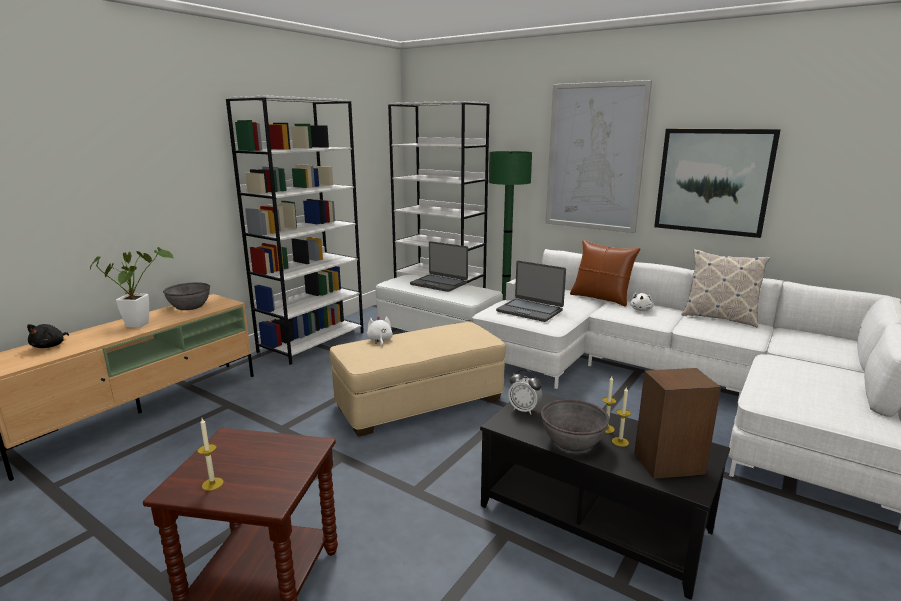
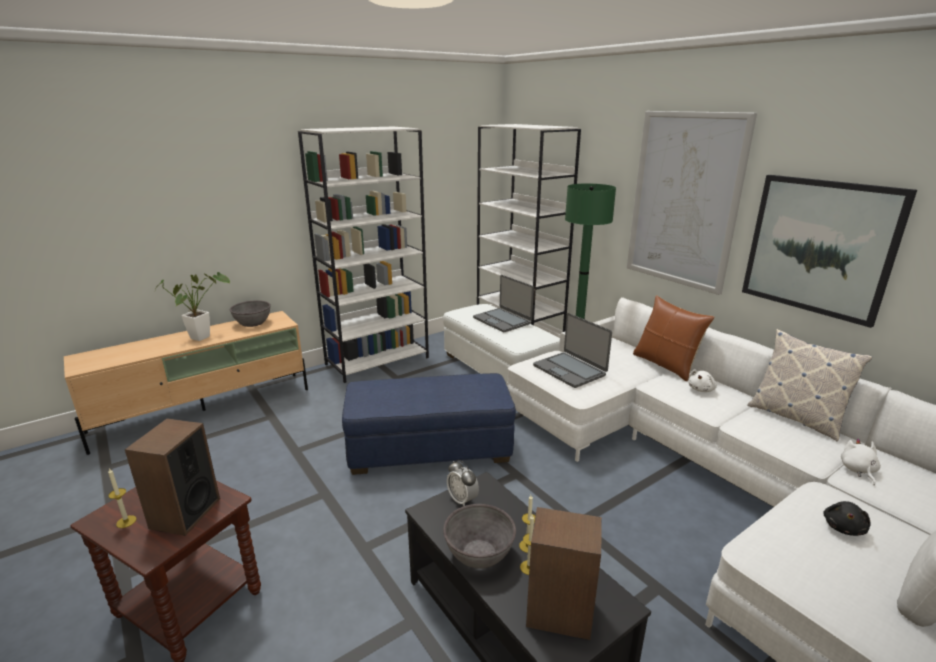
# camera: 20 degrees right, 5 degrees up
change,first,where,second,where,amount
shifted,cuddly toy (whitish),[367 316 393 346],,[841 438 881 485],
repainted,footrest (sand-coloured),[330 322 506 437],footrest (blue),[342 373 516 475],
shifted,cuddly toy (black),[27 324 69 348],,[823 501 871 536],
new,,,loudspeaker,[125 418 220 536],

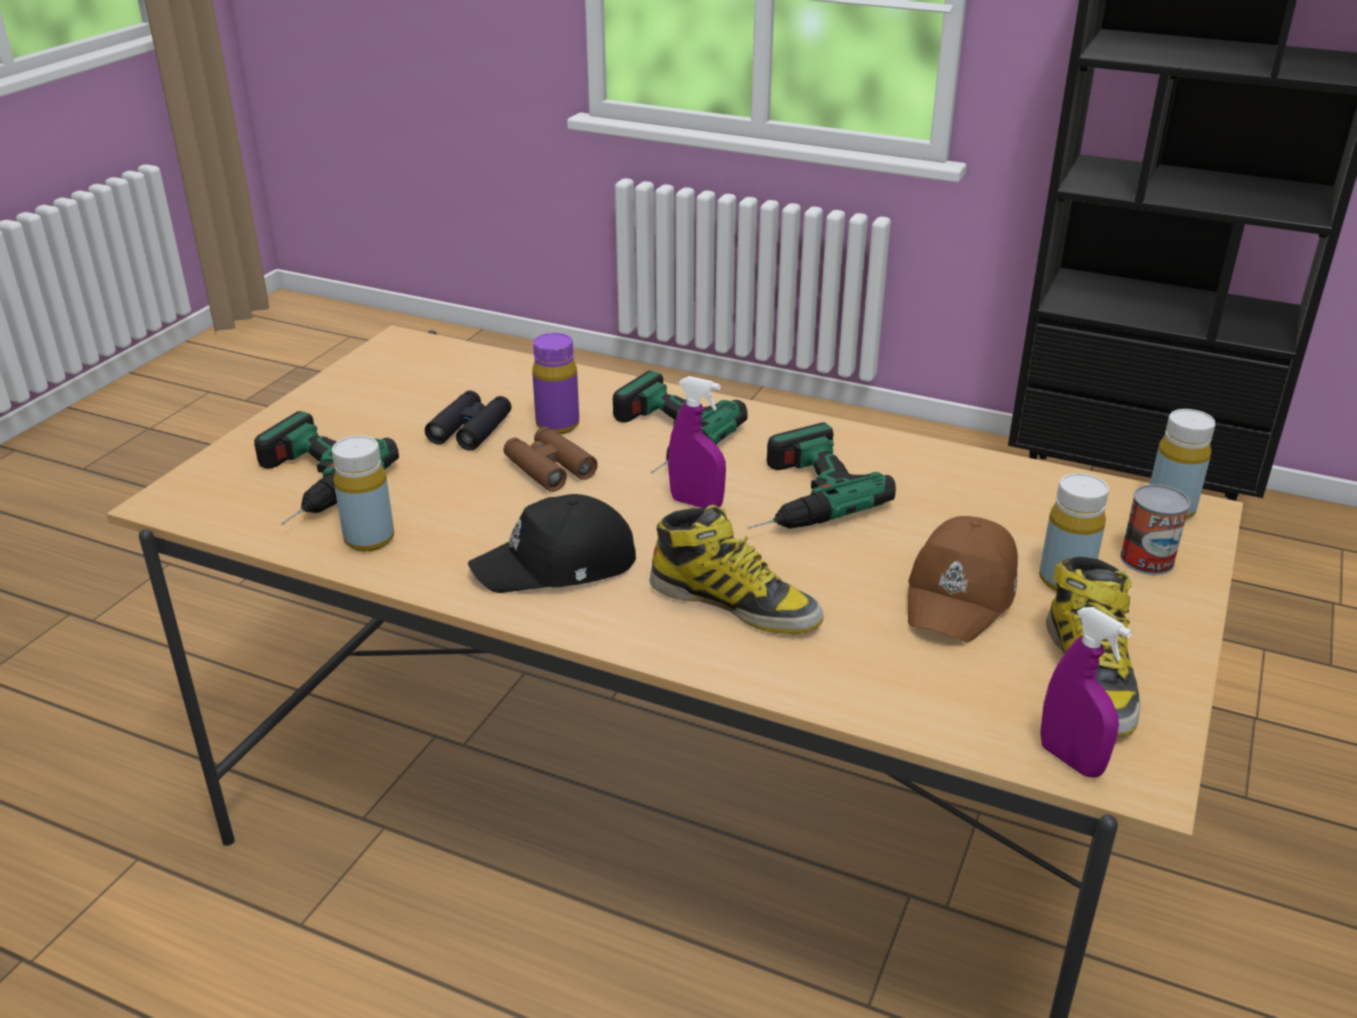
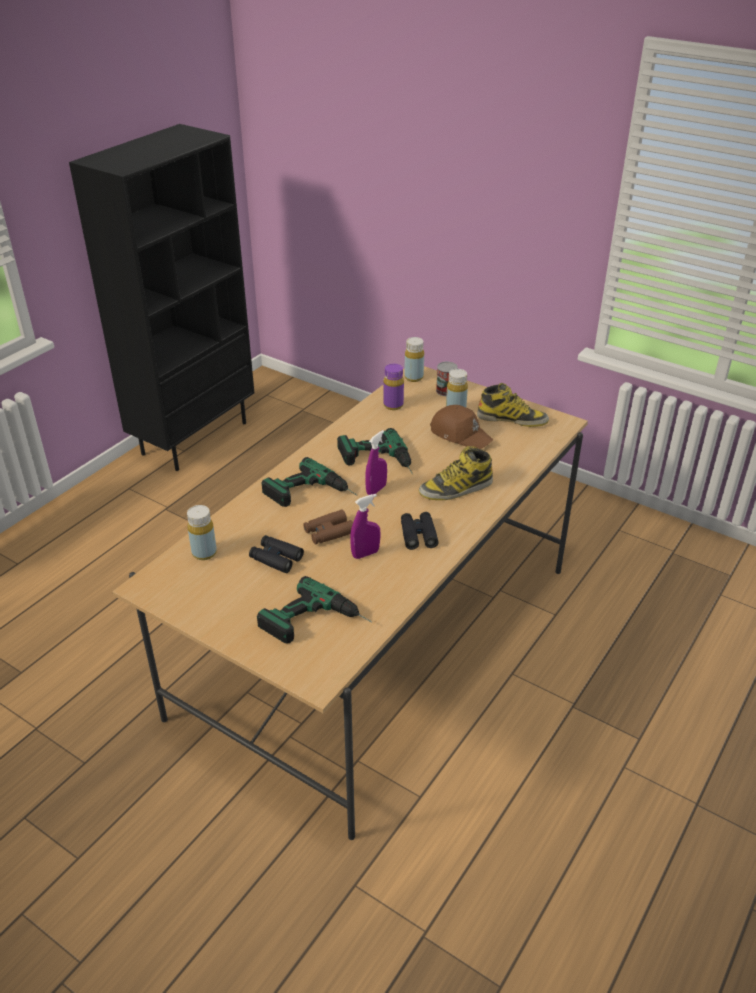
# camera: 80 degrees left, 5 degrees up
change,first,where,second,where,amount
shifted,beverage bottle (purple-coloured),[532 333 579 434],,[383 364 404 410],
shifted,beverage bottle (yellow-coloured),[332 436 394 551],,[187 505 217 560],
swapped,cap (black),[468 494 636 593],binoculars (black),[401 512 439 550],
rotated,boot,[650 504 824 634],,[419 446 493 500],150 degrees counterclockwise
shifted,hand sprayer (purple-coloured),[1040 607 1132 778],,[350 494 381 559],

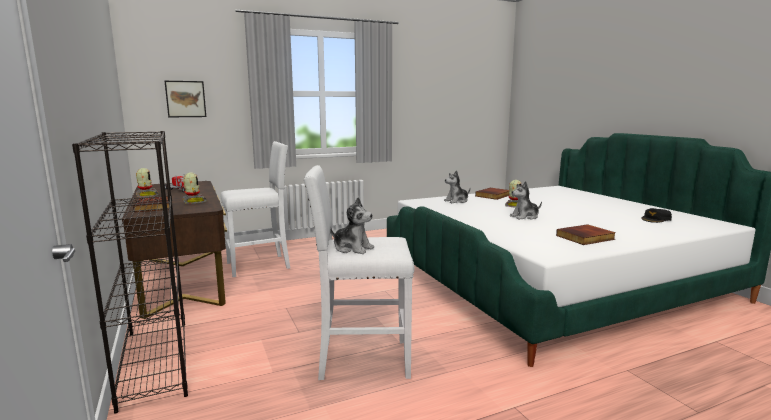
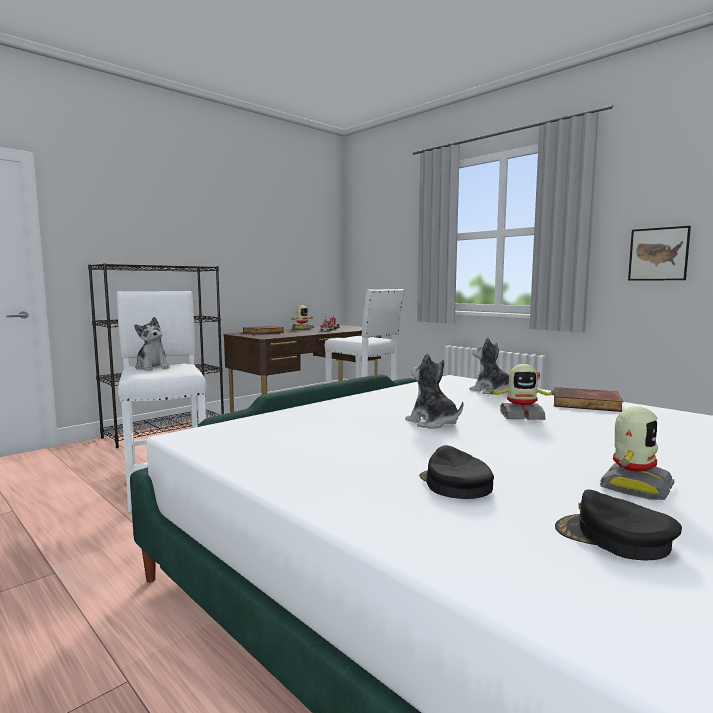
# camera: 70 degrees right, 5 degrees down
change,first,where,second,where,amount
shifted,picture,[165 81 206 117],,[628 226 691 281],
shifted,robot figure,[182 172 207 204],,[599 406 675 500],
rotated,cuddly toy,[330 197 374 254],,[134 317 170 371],45 degrees counterclockwise
gone,volume,[556 224 616 245],,,
new,,,cap (black),[419 445 494 499],

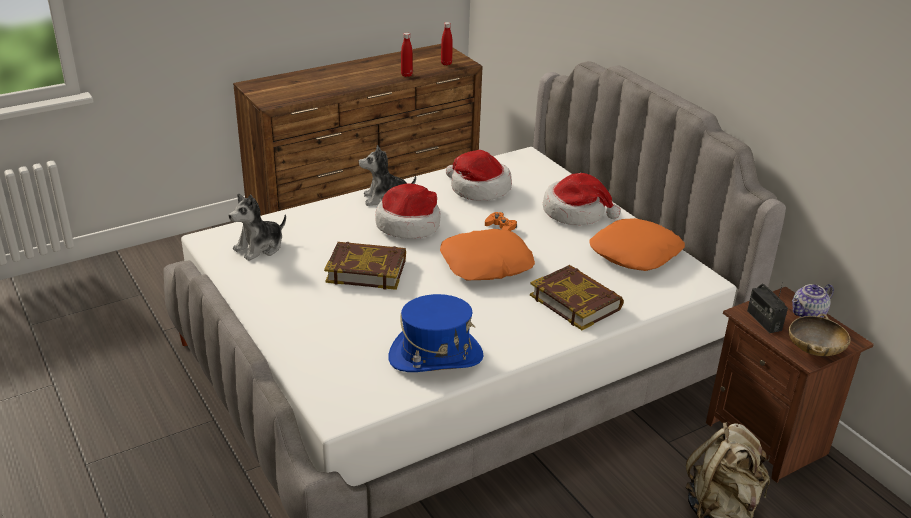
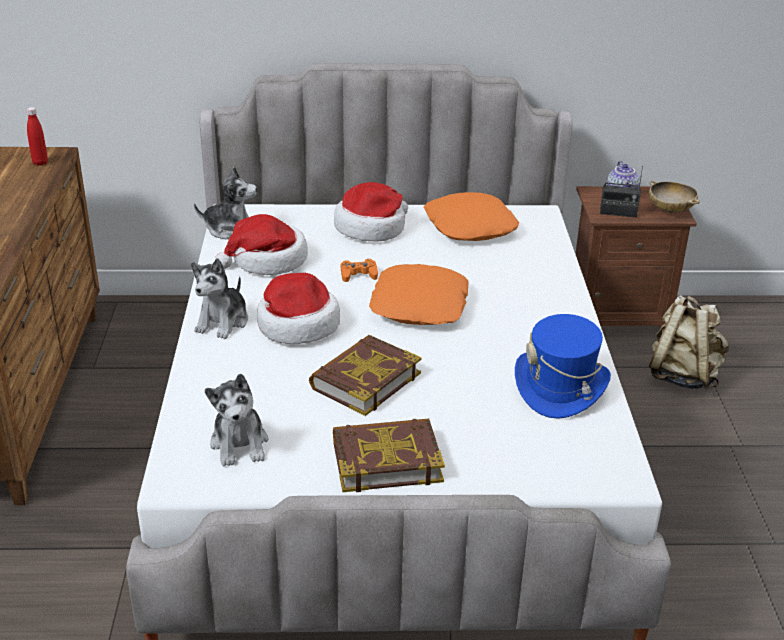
# camera: 60 degrees left, 0 degrees up
change,first,where,second,where,amount
gone,beverage bottle (reddish),[401 33 413 77],,,
shifted,volume,[530 265 624 330],,[333 419 445 492],
new,,,cuddly toy,[194 167 257 240],

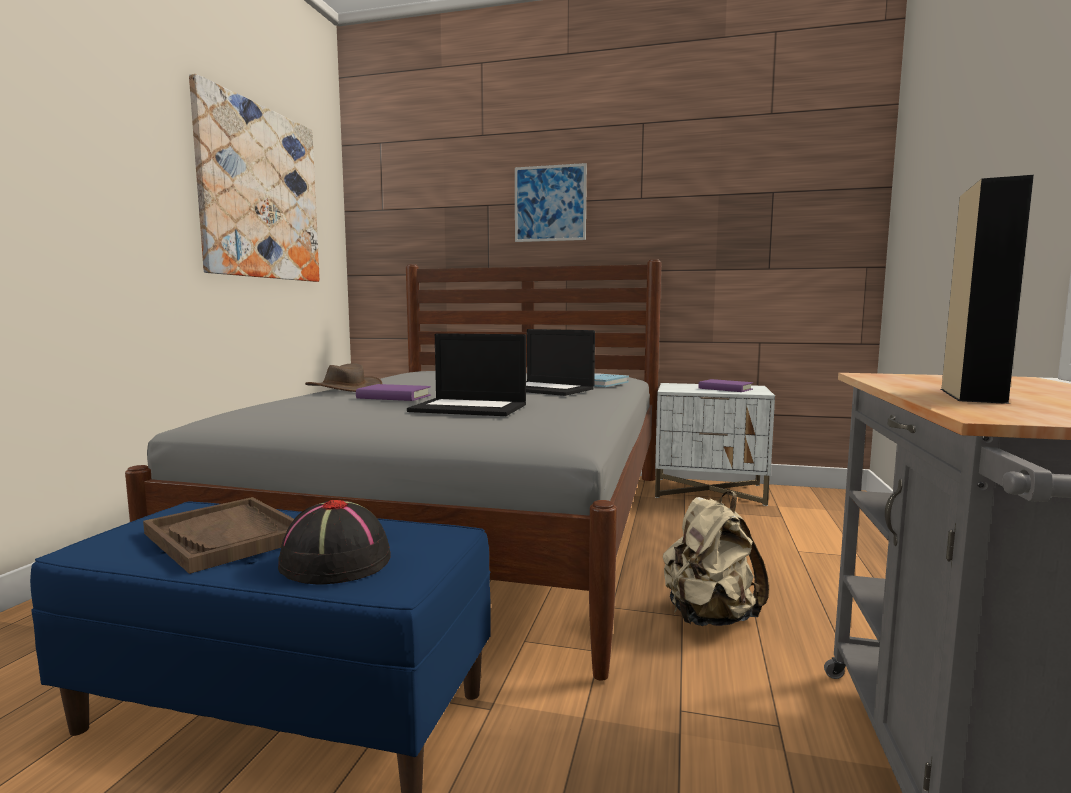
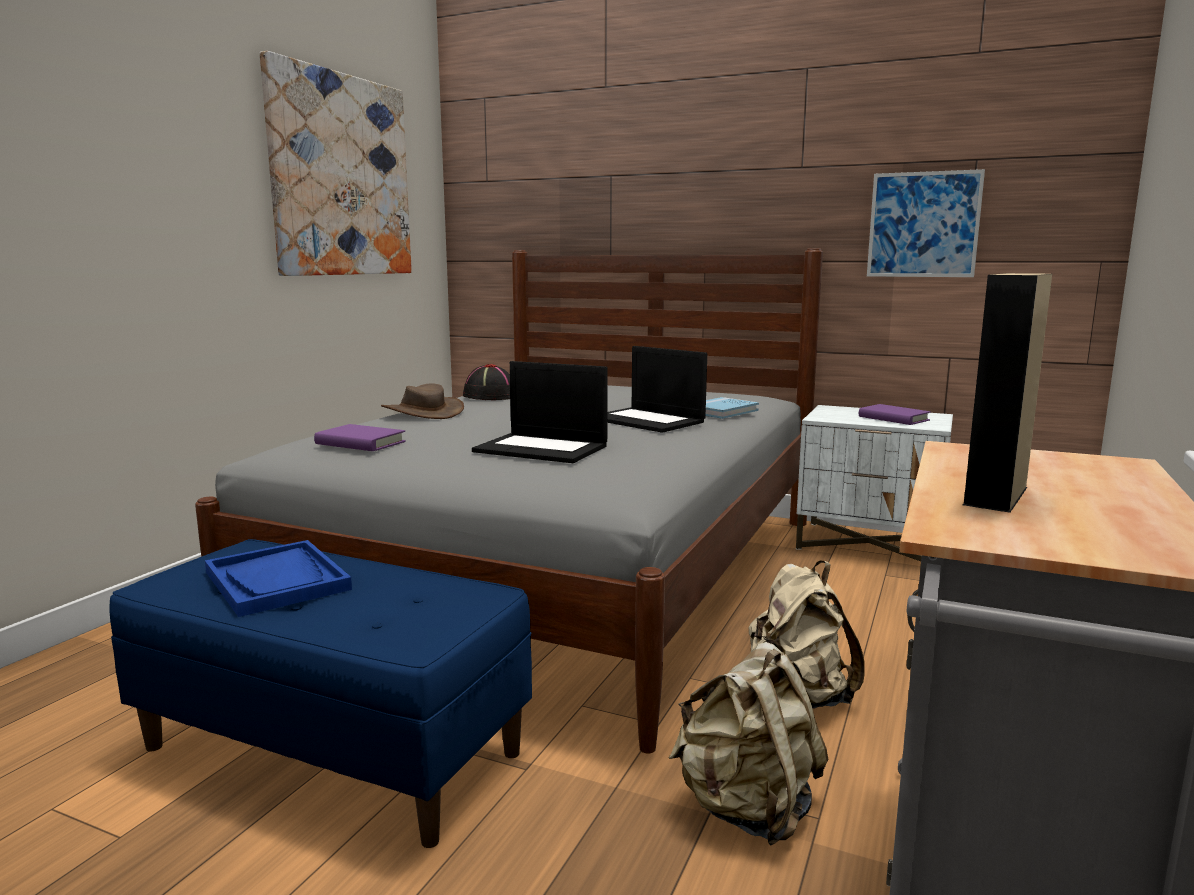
# camera: 10 degrees right, 5 degrees up
change,first,where,second,where,amount
shifted,picture,[515 163 587 242],,[867 169 985 277],
shifted,volume (purple-coloured),[356 384 431 401],,[314 424 406 451],
repainted,tray (brown),[143 497 294 574],tray (blue),[205 540 352 617],
shifted,hat (black),[278 500 391 584],,[463 364 510 400],
new,,,rucksack (sand-coloured),[669 642 828 846],

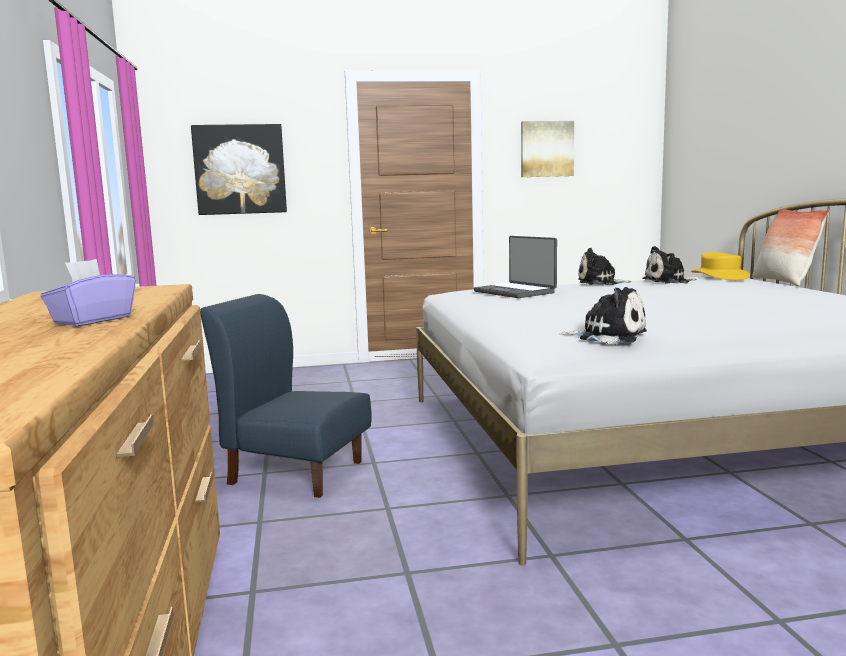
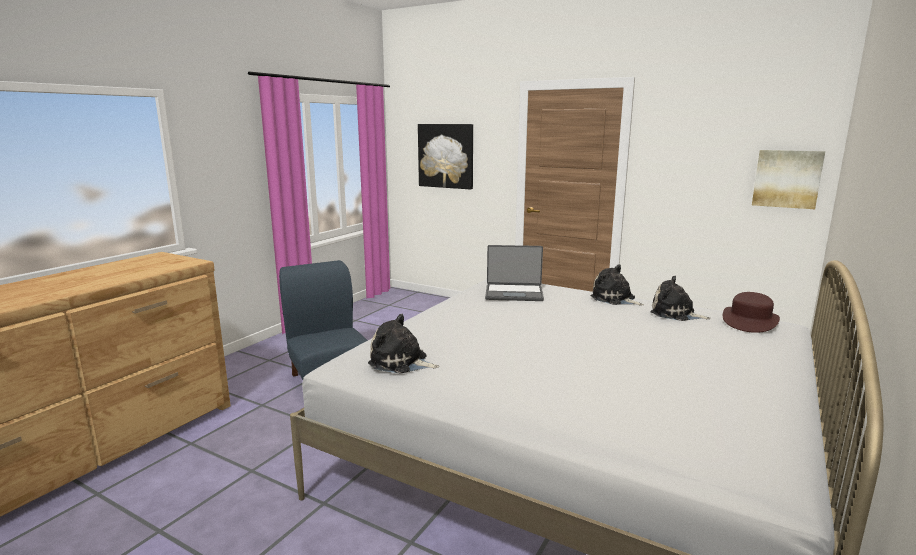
# camera: 40 degrees right, 5 degrees up
change,first,where,second,where,amount
shifted,picture,[521 121 574 177],,[752 150 825 209],
gone,throw pillow,[752 209 829 286],,,
rotated,laptop,[474 236 557 298],,[485 245 544 301],90 degrees counterclockwise
repainted,hat (yellow-coloured),[691 252 750 280],hat (brown),[723 292 780 333],
gone,tissue holder (purple-coloured),[41 259 136 326],,,
rotated,cuddly toy,[559 287 647 344],,[368 314 439 374],135 degrees clockwise

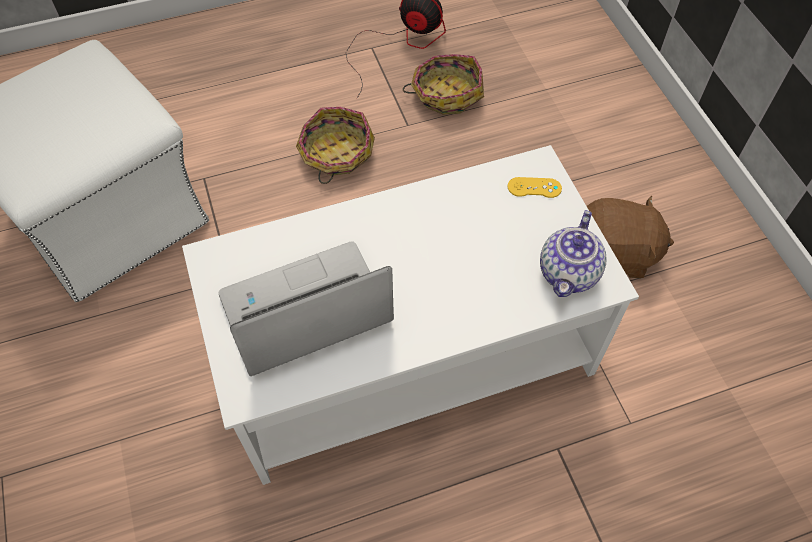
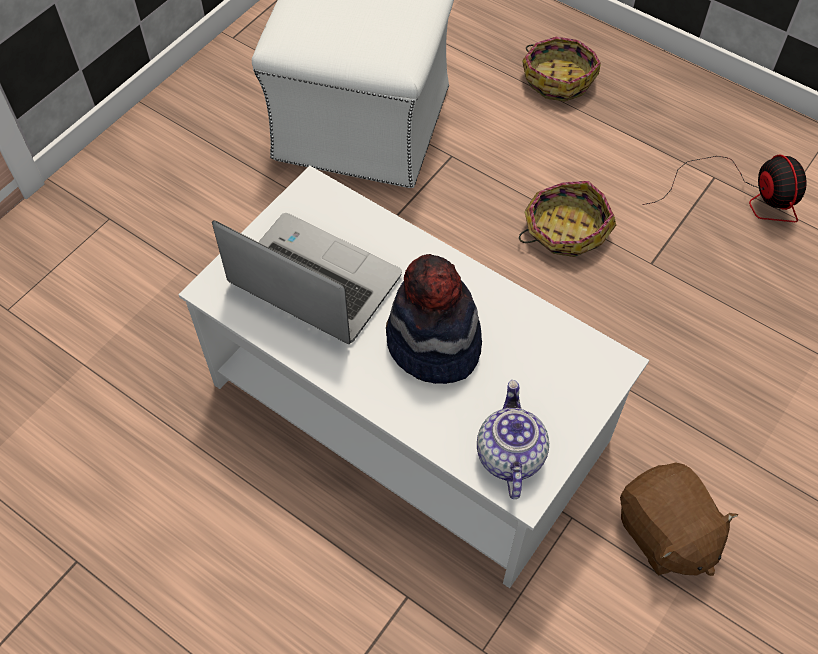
# camera: 55 degrees right, 0 degrees up
change,first,where,second,where,amount
shifted,storage basket,[403 54 484 115],,[522 37 601 102],
gone,game controller (yellow-coloured),[508 177 562 198],,,
rotated,teapot,[540 210 607 297],,[477 380 549 499],105 degrees clockwise
new,,,hat,[386 254 482 384],

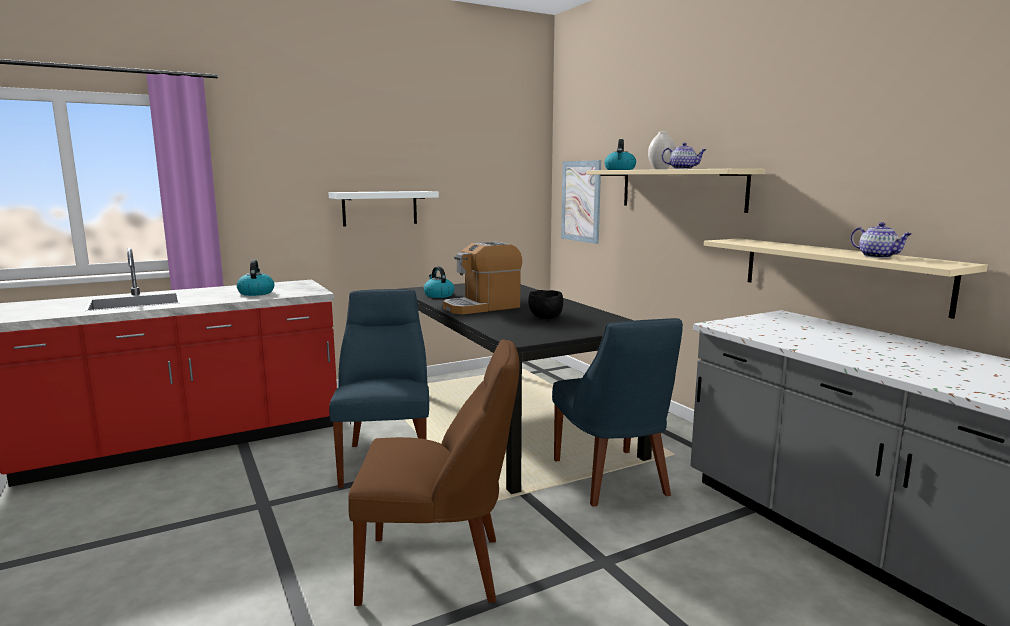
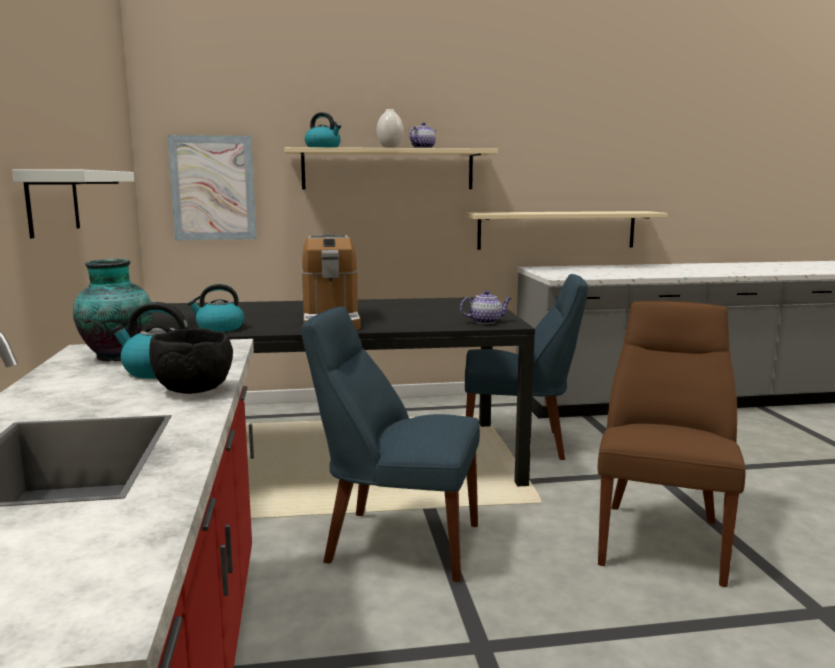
# camera: 70 degrees left, 0 degrees up
change,first,where,second,where,amount
shifted,teapot,[851 222 912 258],,[460 290 512 324],
shifted,bowl (black),[528 290 563 319],,[149 328 233 394],
new,,,decorative vase,[73 259 153 361],

